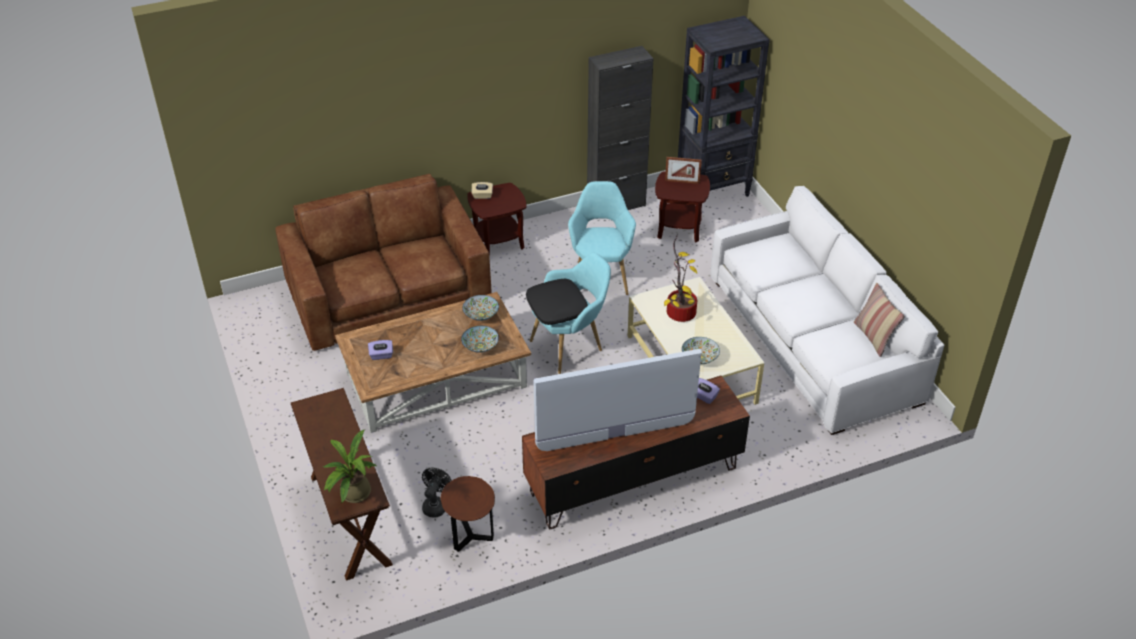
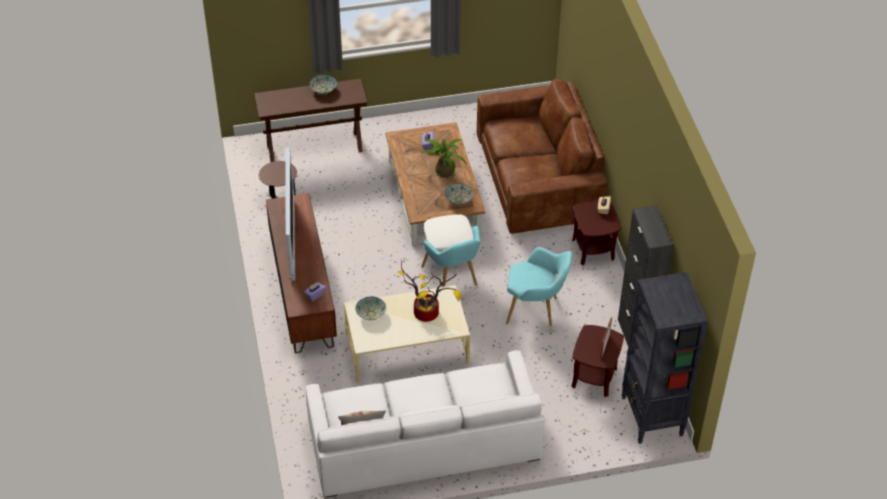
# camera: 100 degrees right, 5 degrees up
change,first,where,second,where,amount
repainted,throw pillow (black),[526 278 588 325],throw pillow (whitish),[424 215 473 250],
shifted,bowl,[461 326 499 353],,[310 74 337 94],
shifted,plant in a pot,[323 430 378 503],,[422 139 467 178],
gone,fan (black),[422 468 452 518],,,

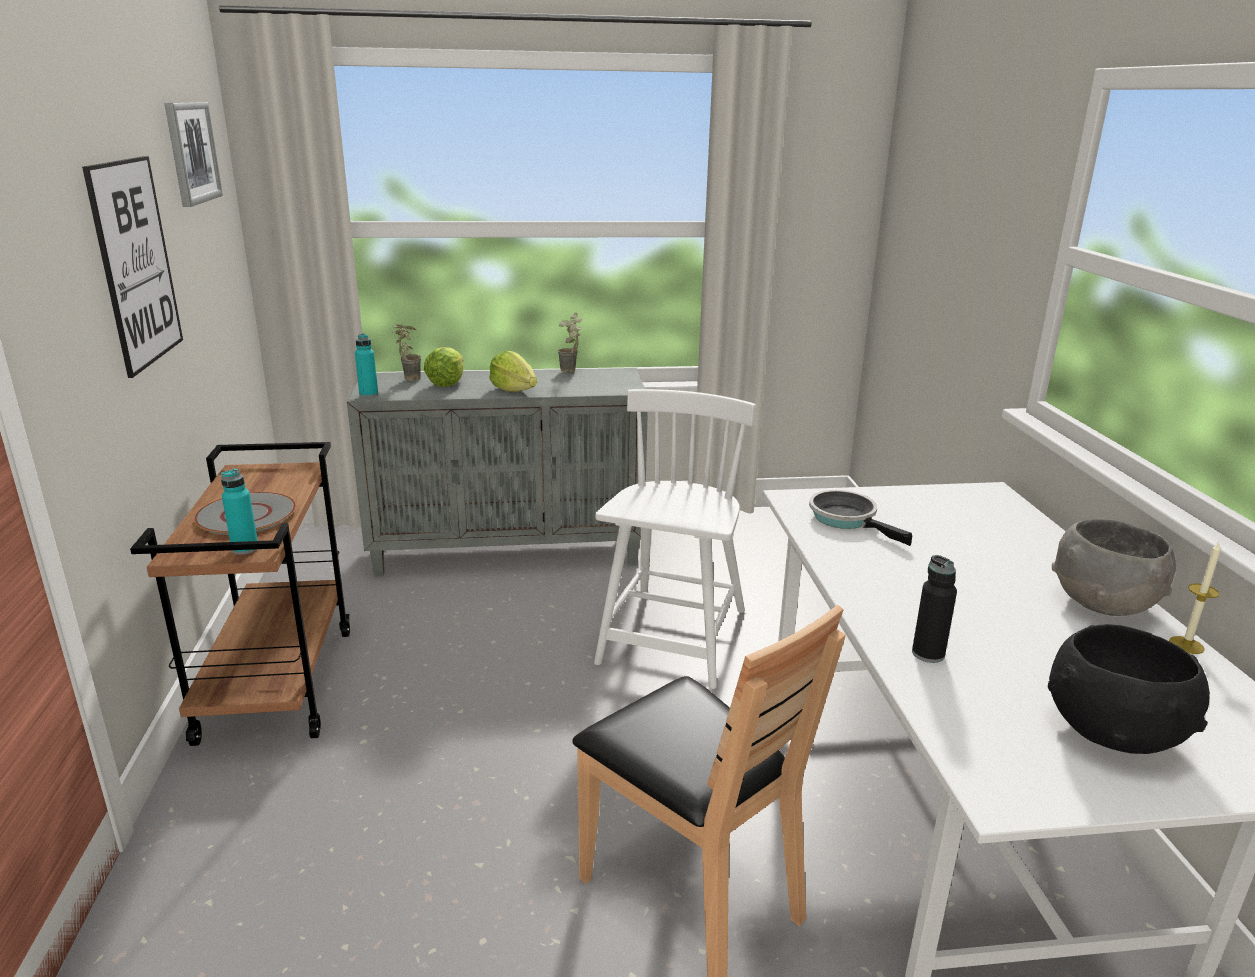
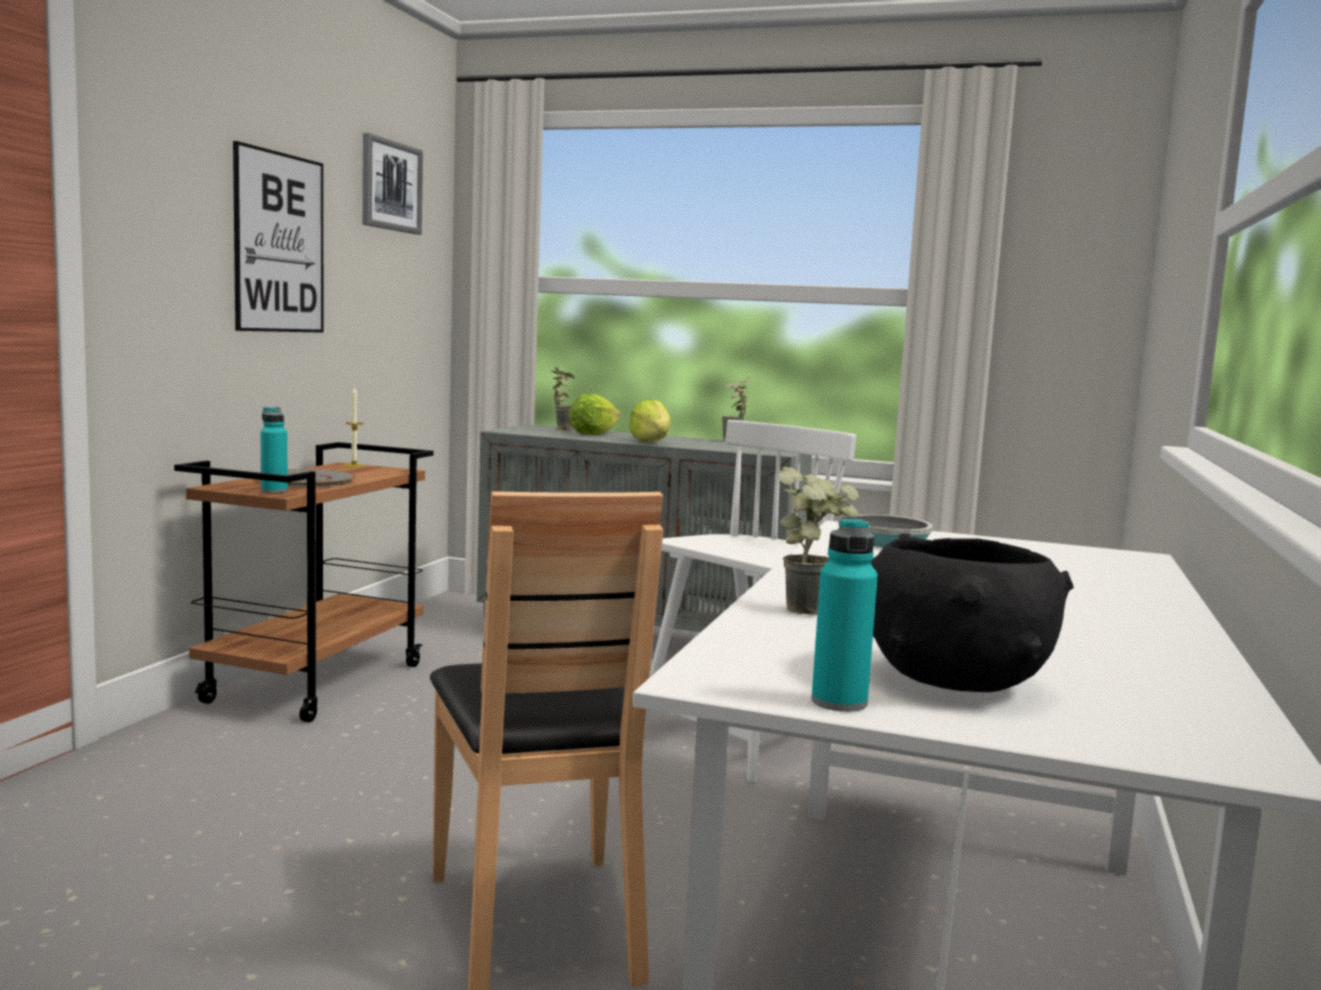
# camera: 25 degrees right, 15 degrees down
change,first,where,second,where,amount
shifted,beverage bottle (turquoise),[355 333 378 398],,[811 517 878 712],
gone,bowl (greyish),[1052 519 1176 616],,,
shifted,wax light,[1169 543 1221 654],,[343 387 365 467],
swapped,beverage bottle (black),[912 555 957 663],plant in a pot,[779 467 859 615],

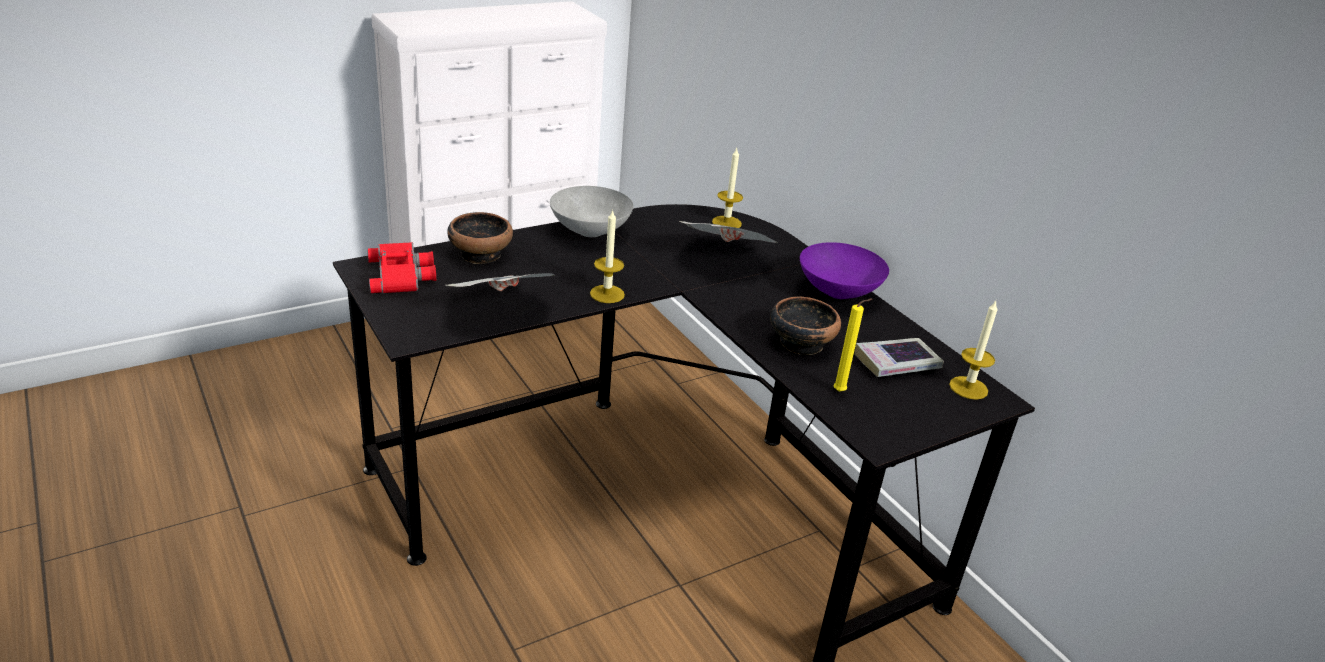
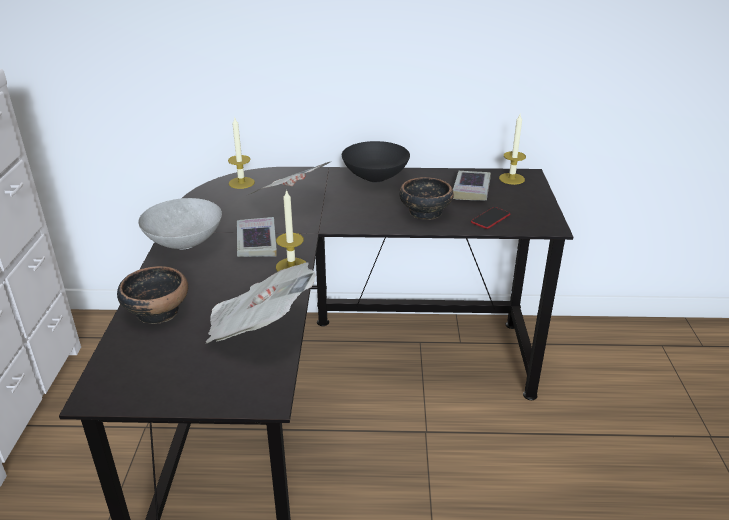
# camera: 55 degrees left, 0 degrees up
change,first,where,second,where,amount
gone,binoculars (reddish),[367 242 436 294],,,
repainted,bowl (purple-coloured),[800 242 889 299],bowl (black),[342 141 410 182],
swapped,wax light (yellow-coloured),[833 299 872 392],handset,[471 207 510 229],
new,,,volume,[237 217 277 257],

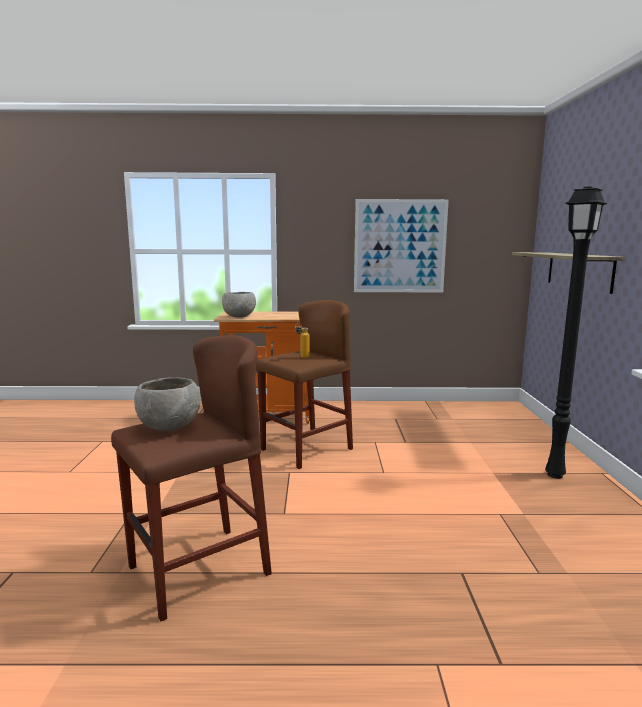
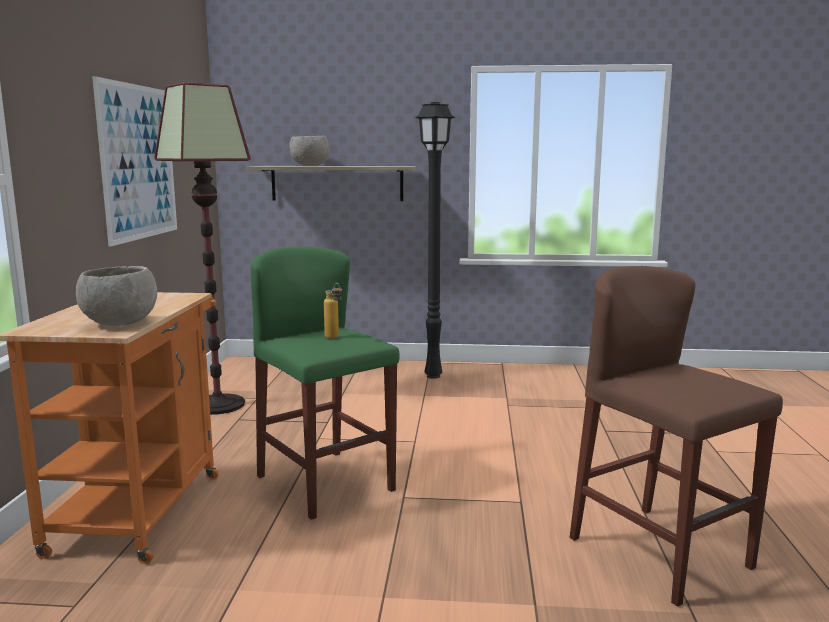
# camera: 85 degrees left, 0 degrees up
change,first,where,second,where,amount
repainted,stool seat (brown),[256 300 353 469],stool seat (greenish),[251 247 400 520],
shifted,bowl (greyish),[134 377 201 431],,[289 135 330 166],
new,,,floor lamp,[154 82 251 415],

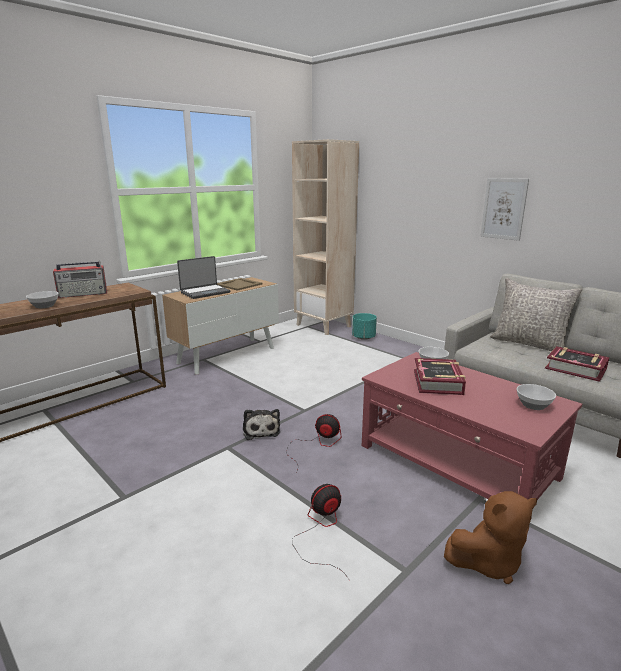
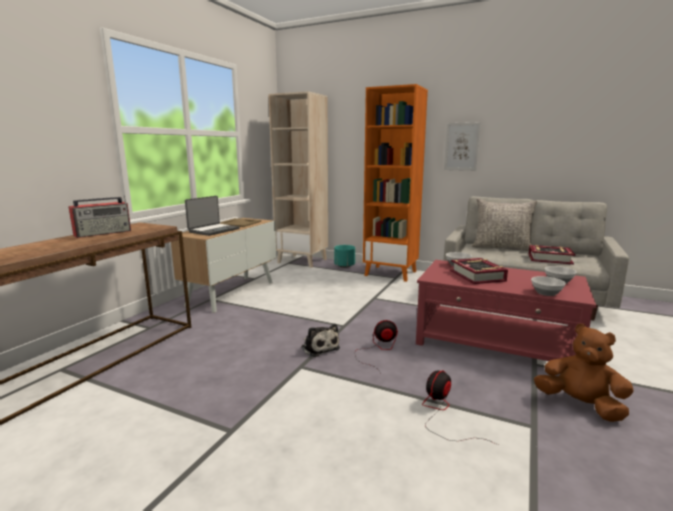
# camera: 20 degrees left, 5 degrees down
change,first,where,second,where,amount
shifted,bowl,[26 291 59 308],,[531 276 566 296],
rotated,cuddly toy (brown),[444 491 537 584],,[534 324 634 422],105 degrees counterclockwise
new,,,bookcase (orangey),[363 84 428 282],

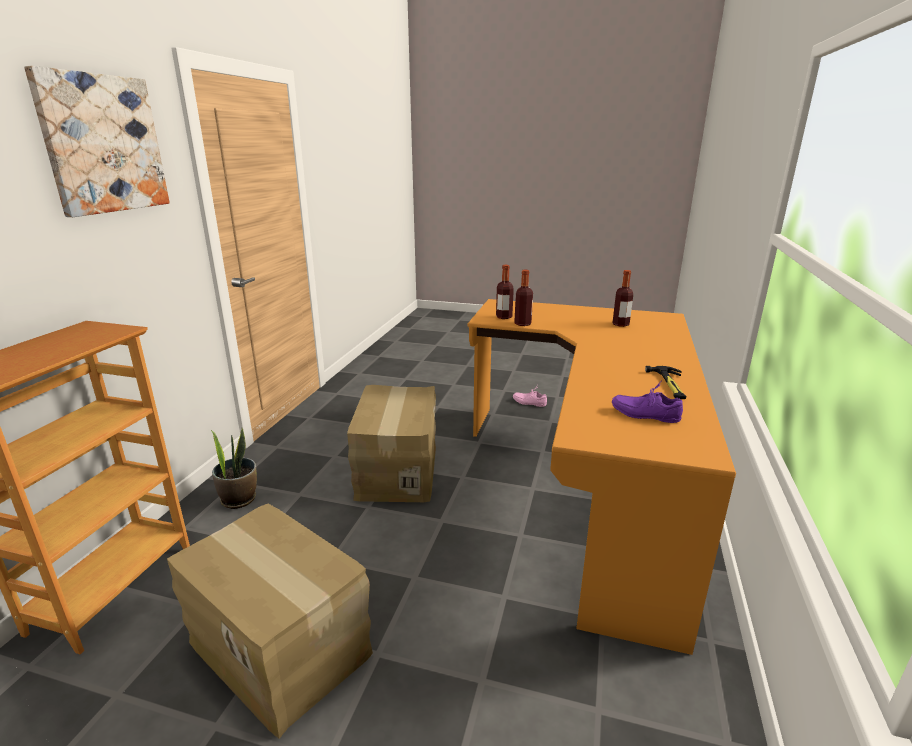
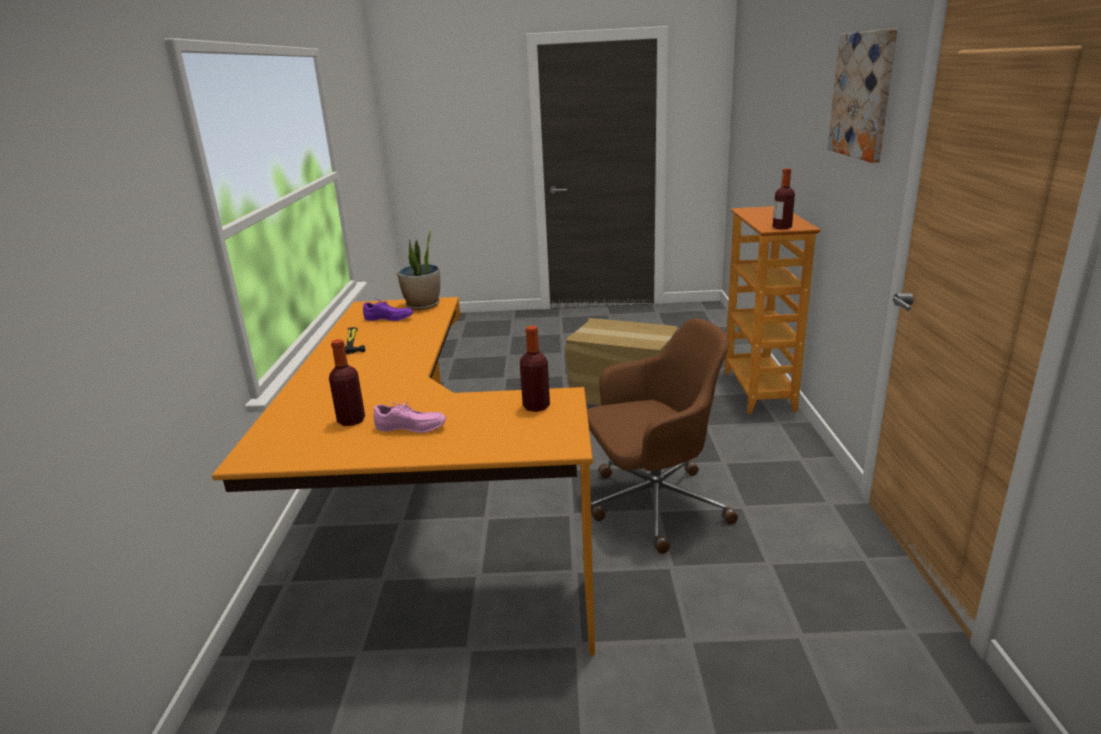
# camera: 165 degrees right, 0 degrees up
change,first,where,second,where,amount
shifted,beverage bottle,[514 270 533 326],,[773 168 795 230],
swapped,cardboard box,[347 385 436 502],office chair (brown),[587 318 738 554],
shifted,low shoe (pink),[513 386 547 407],,[373 402 446 433],
shifted,plant in a pot,[211 428 257 509],,[397 228 440 310],

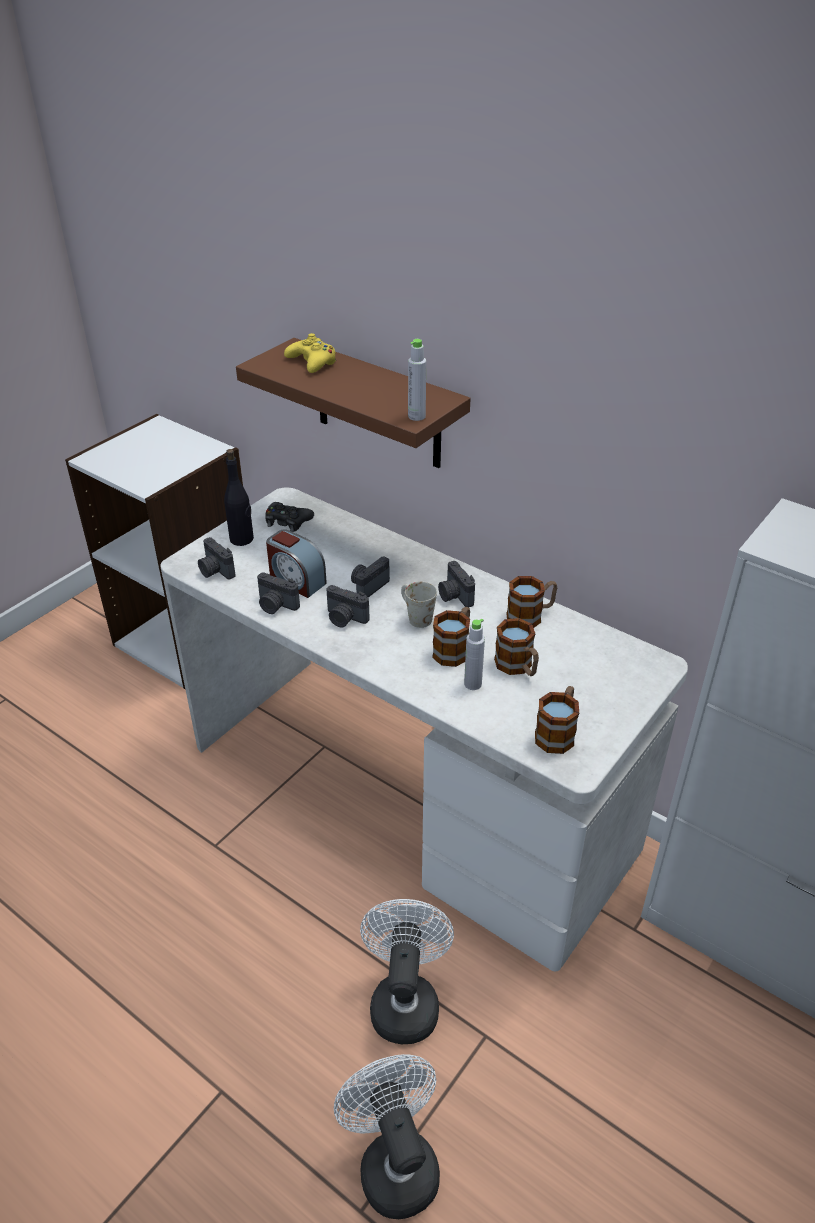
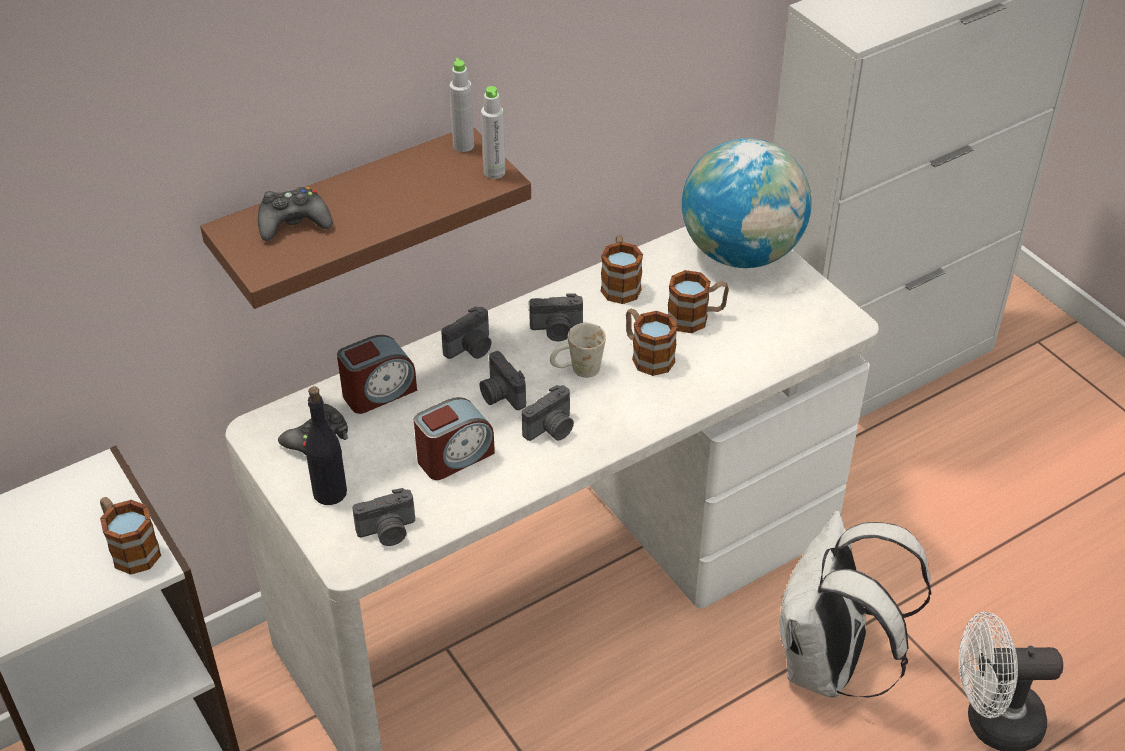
# camera: 70 degrees left, 5 degrees up
change,first,where,second,where,amount
repainted,game controller (yellow-coloured),[284 333 336 373],game controller (black),[258 187 332 241],
shifted,photo camera,[257 572 300 614],,[441 306 491 359],
shifted,beverage bottle (greyish),[464 619 485 690],,[449 58 474 152],
shifted,coffee mug,[535 686 579 754],,[100 497 161 575],
swapped,fan (whitish),[360 899 454 1044],rucksack (whitish),[780 511 931 698],
new,,,desk globe,[682 138 812 268],
new,,,alarm clock,[337 335 417 414],

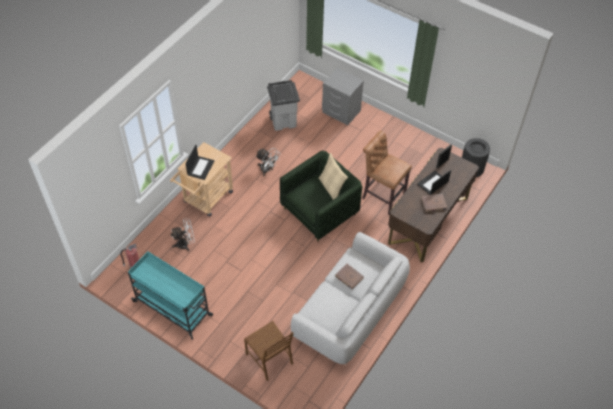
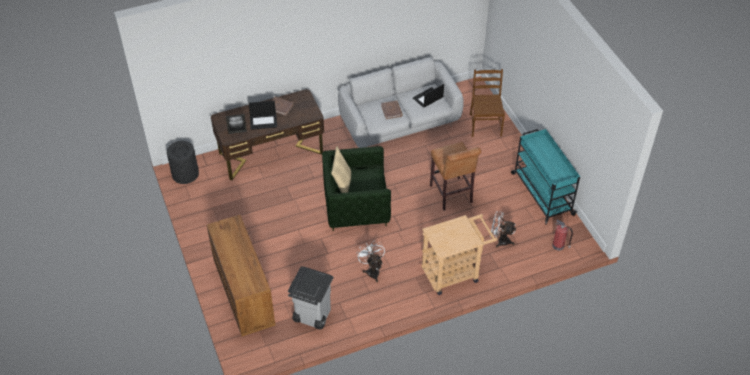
# camera: 145 degrees left, 5 degrees down
change,first,where,second,where,amount
swapped,night table (greyish),[322 68 364 125],dresser (brown),[207 215 275 336],
shifted,stool seat (brown),[362 131 412 215],,[430 142 481 210],
shifted,laptop,[186 145 214 180],,[413 84 444 108],

